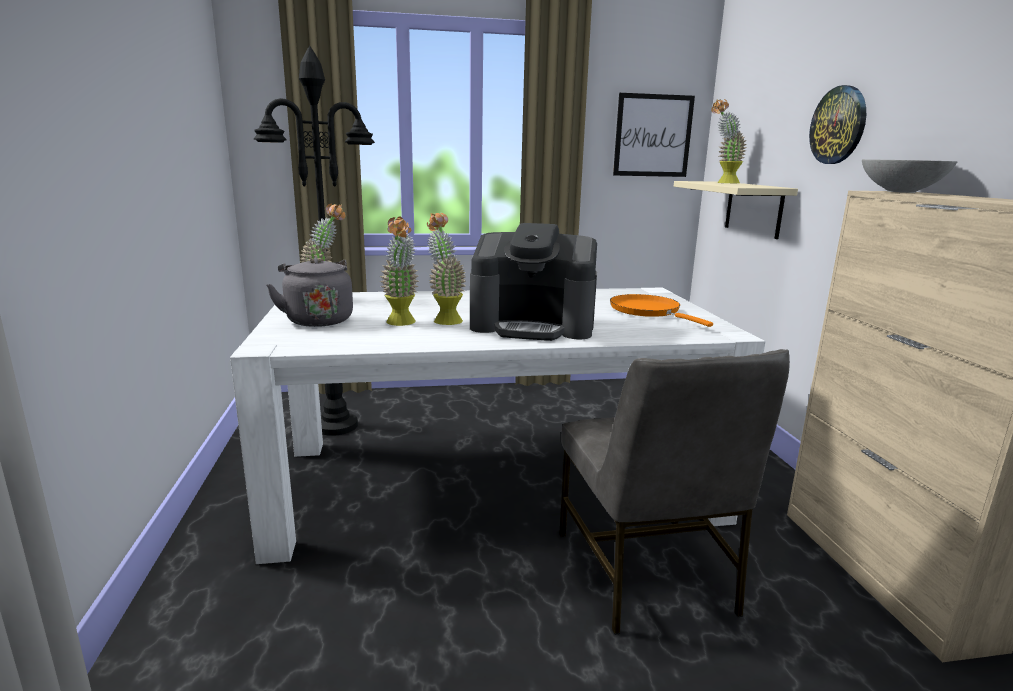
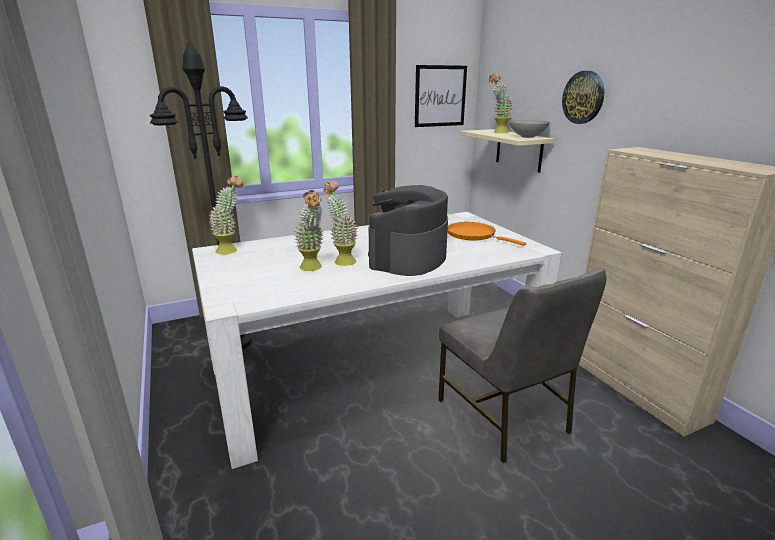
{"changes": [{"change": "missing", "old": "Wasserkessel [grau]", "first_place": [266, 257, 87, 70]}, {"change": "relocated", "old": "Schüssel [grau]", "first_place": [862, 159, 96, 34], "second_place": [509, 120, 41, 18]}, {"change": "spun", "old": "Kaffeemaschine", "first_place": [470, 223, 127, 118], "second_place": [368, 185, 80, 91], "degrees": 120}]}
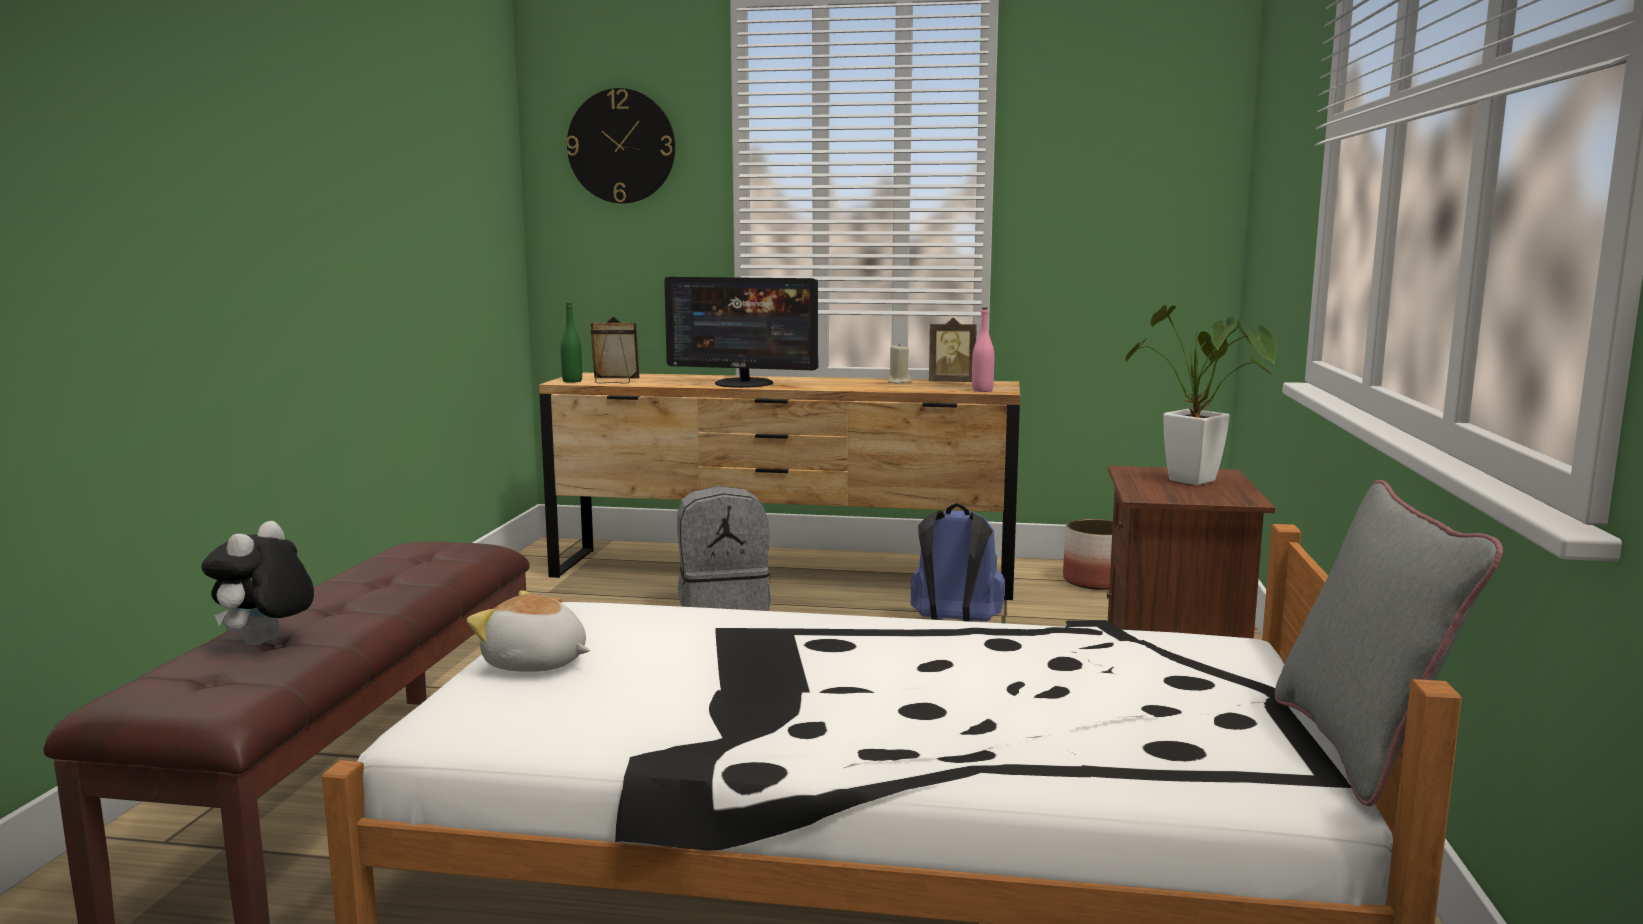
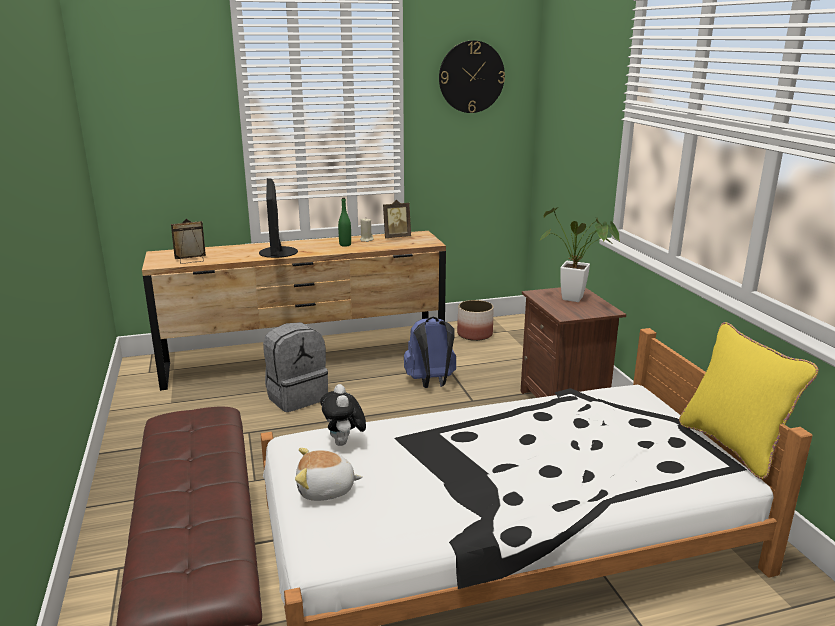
{"changes": [{"change": "missing", "old": "Flasche [rosa]", "first_place": [972, 308, 22, 84]}, {"change": "relocated", "old": "Plüschtier", "first_place": [202, 521, 112, 124], "second_place": [320, 384, 46, 62]}, {"change": "relocated", "old": "Flasche [grün]", "first_place": [561, 303, 21, 80], "second_place": [338, 198, 13, 49]}, {"change": "relocated", "old": "Wanduhr", "first_place": [566, 88, 109, 116], "second_place": [439, 40, 66, 73]}, {"change": "colour", "old": "Kissen [grau]", "new": "Kissen [gelb]", "first_place": [1275, 480, 228, 327], "second_place": [679, 322, 140, 157]}, {"change": "spun", "old": "Monitor", "first_place": [664, 277, 155, 111], "second_place": [259, 178, 39, 80], "degrees": 90}]}
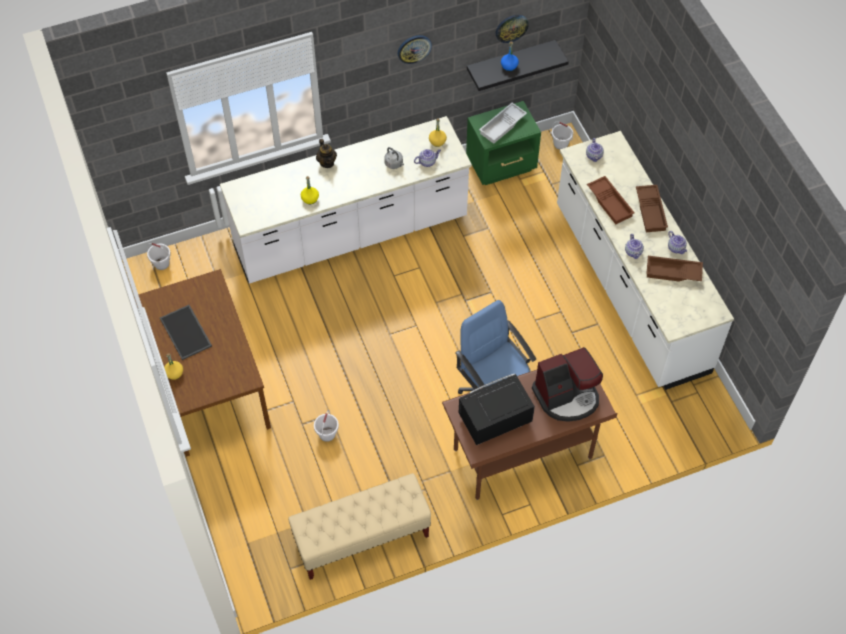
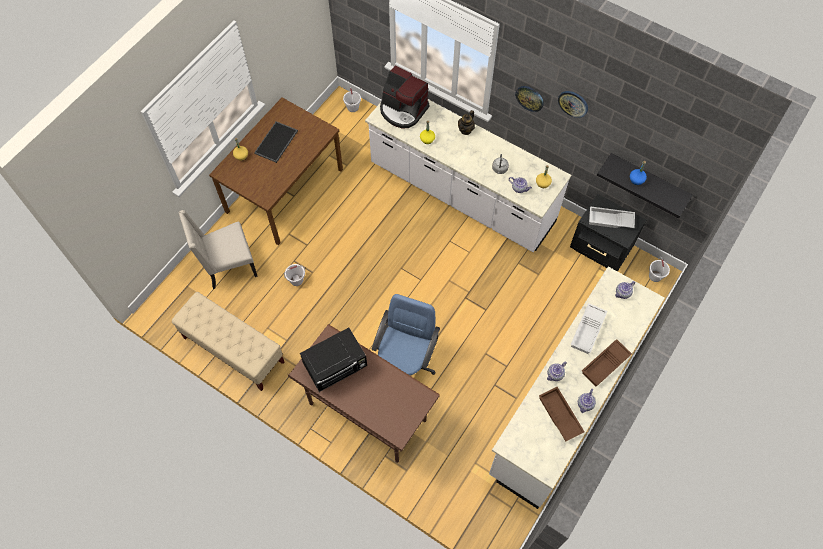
{"changes": [{"change": "appeared", "new": "Stuhl [beige]", "second_place": [178, 210, 80, 79]}, {"change": "relocated", "old": "Wanduhr", "first_place": [496, 15, 33, 28], "second_place": [515, 86, 29, 26]}, {"change": "relocated", "old": "Kaffeemaschine", "first_place": [532, 347, 71, 75], "second_place": [380, 66, 49, 62]}, {"change": "colour", "old": "Nachttisch [grün]", "new": "Nachttisch [schwarz]", "first_place": [466, 101, 75, 84], "second_place": [570, 194, 76, 78]}, {"change": "colour", "old": "Tablett [braun]", "new": "Tablett [weiß]", "first_place": [587, 176, 48, 48], "second_place": [571, 303, 36, 51]}, {"change": "spun", "old": "Mikrowelle [schwarz]", "first_place": [459, 374, 76, 71], "second_place": [300, 328, 67, 64], "degrees": 120}]}
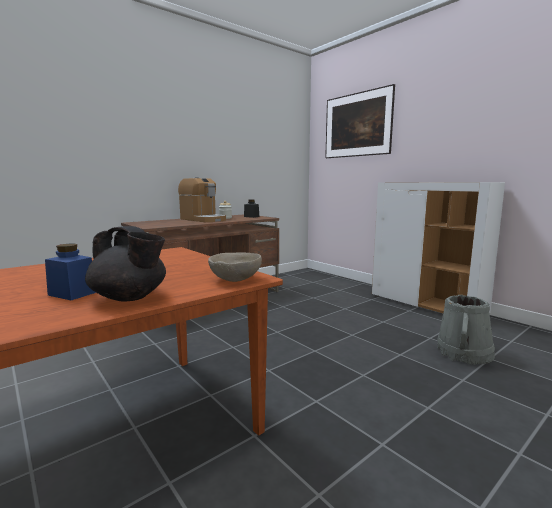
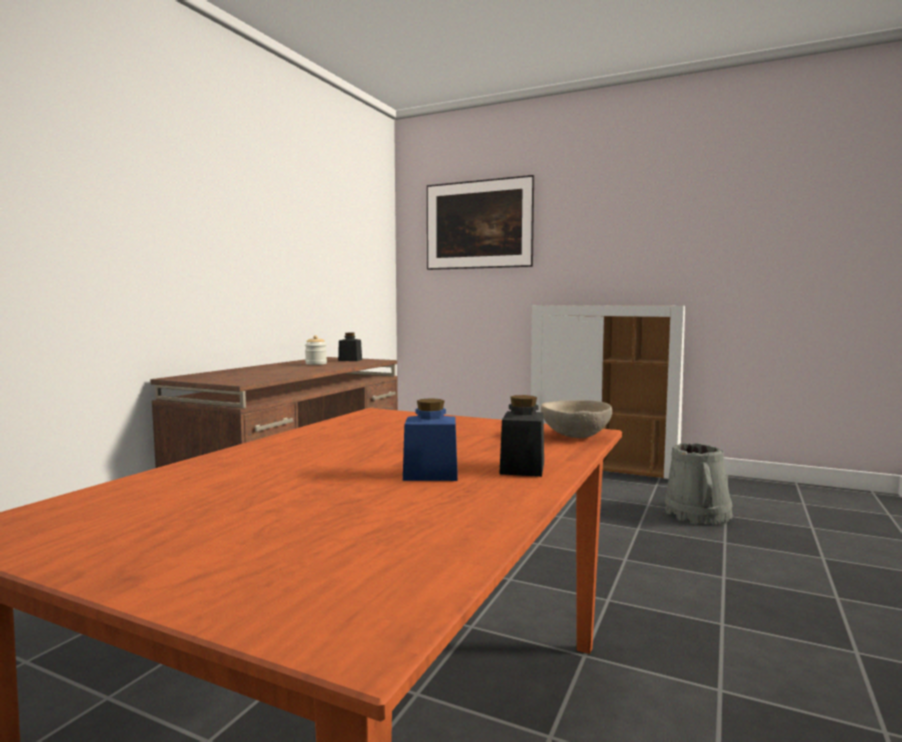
{"changes": [{"change": "missing", "old": "Kaffeemaschine", "first_place": [178, 177, 48, 45]}, {"change": "exchanged", "old": "Teekanne [schwarz]", "new": "Vorratsglas [schwarz]", "first_place": [85, 226, 81, 76], "second_place": [499, 395, 45, 82]}]}
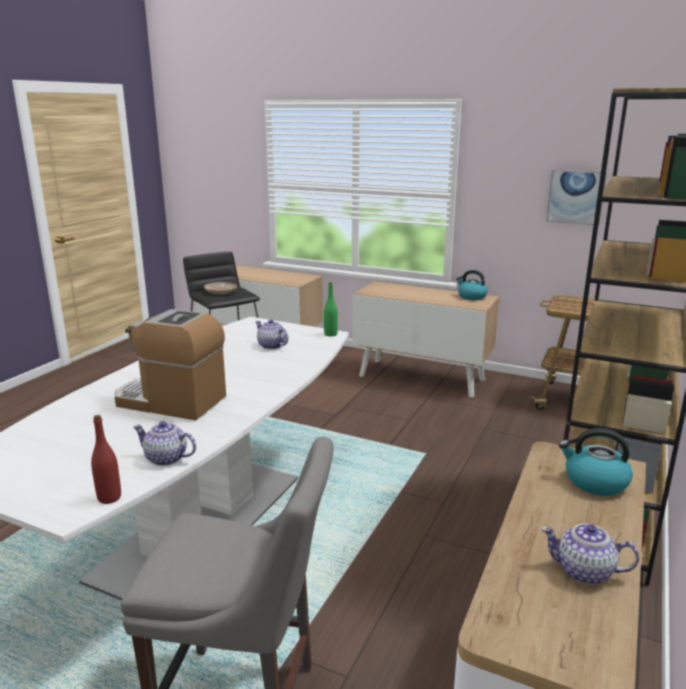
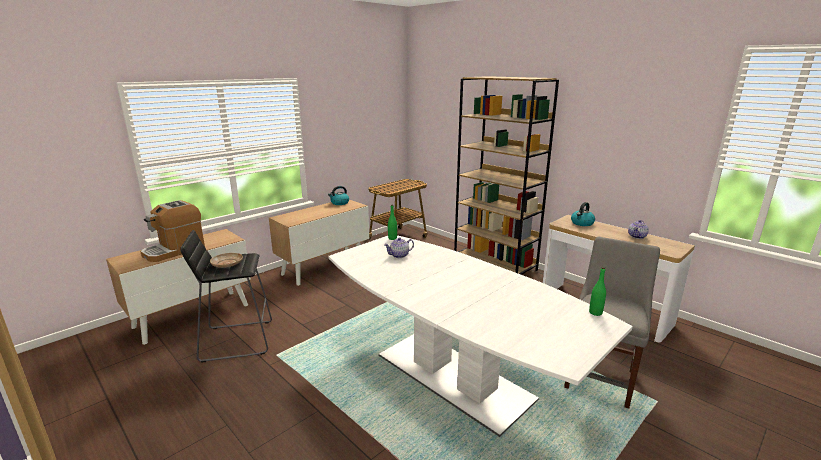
{"changes": [{"change": "missing", "old": "Teekanne", "first_place": [133, 421, 63, 45]}, {"change": "missing", "old": "Bild", "first_place": [546, 170, 61, 55]}, {"change": "relocated", "old": "Kaffeemaschine", "first_place": [115, 309, 111, 111], "second_place": [141, 200, 64, 62]}, {"change": "colour", "old": "Flasche [rot]", "new": "Flasche [grün]", "first_place": [91, 415, 30, 89], "second_place": [589, 267, 17, 49]}]}
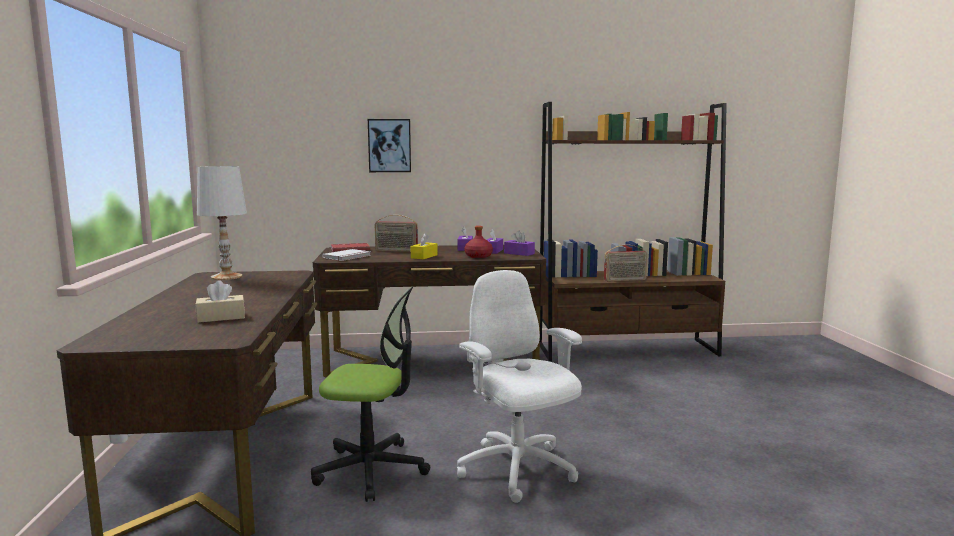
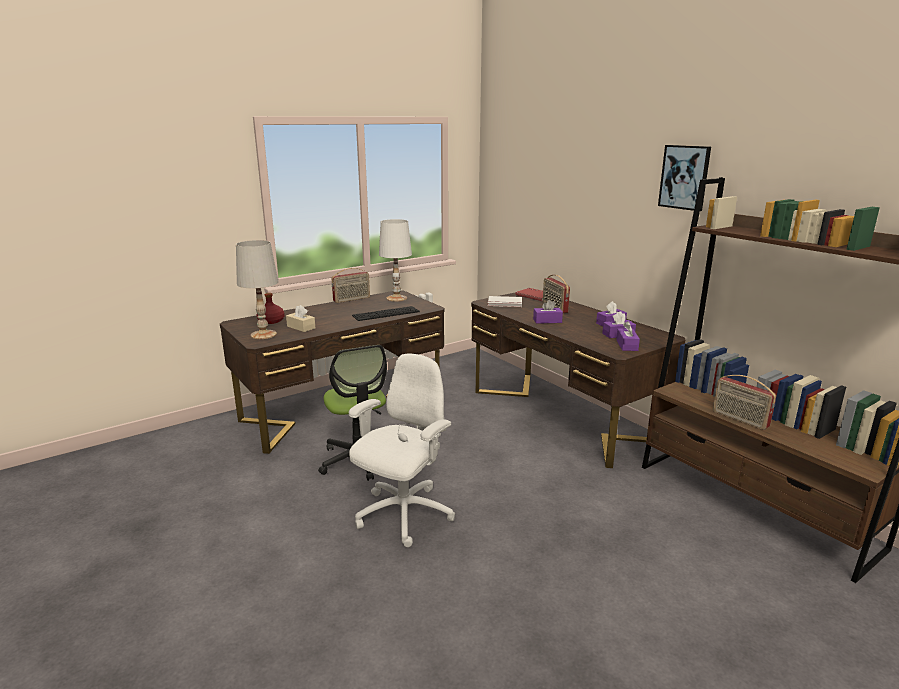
{"changes": [{"change": "appeared", "new": "Tischlampe [weiß]", "second_place": [236, 240, 42, 99]}, {"change": "appeared", "new": "Radio", "second_place": [331, 268, 39, 35]}, {"change": "appeared", "new": "Tastatur", "second_place": [352, 306, 68, 15]}, {"change": "relocated", "old": "Bild", "first_place": [368, 119, 43, 53], "second_place": [658, 145, 53, 66]}, {"change": "relocated", "old": "Flasche [rot]", "first_place": [465, 226, 28, 32], "second_place": [257, 293, 28, 31]}, {"change": "colour", "old": "Taschentuchbox [gelb]", "new": "Taschentuchbox [lila]", "first_place": [411, 233, 27, 26], "second_place": [533, 300, 30, 24]}]}
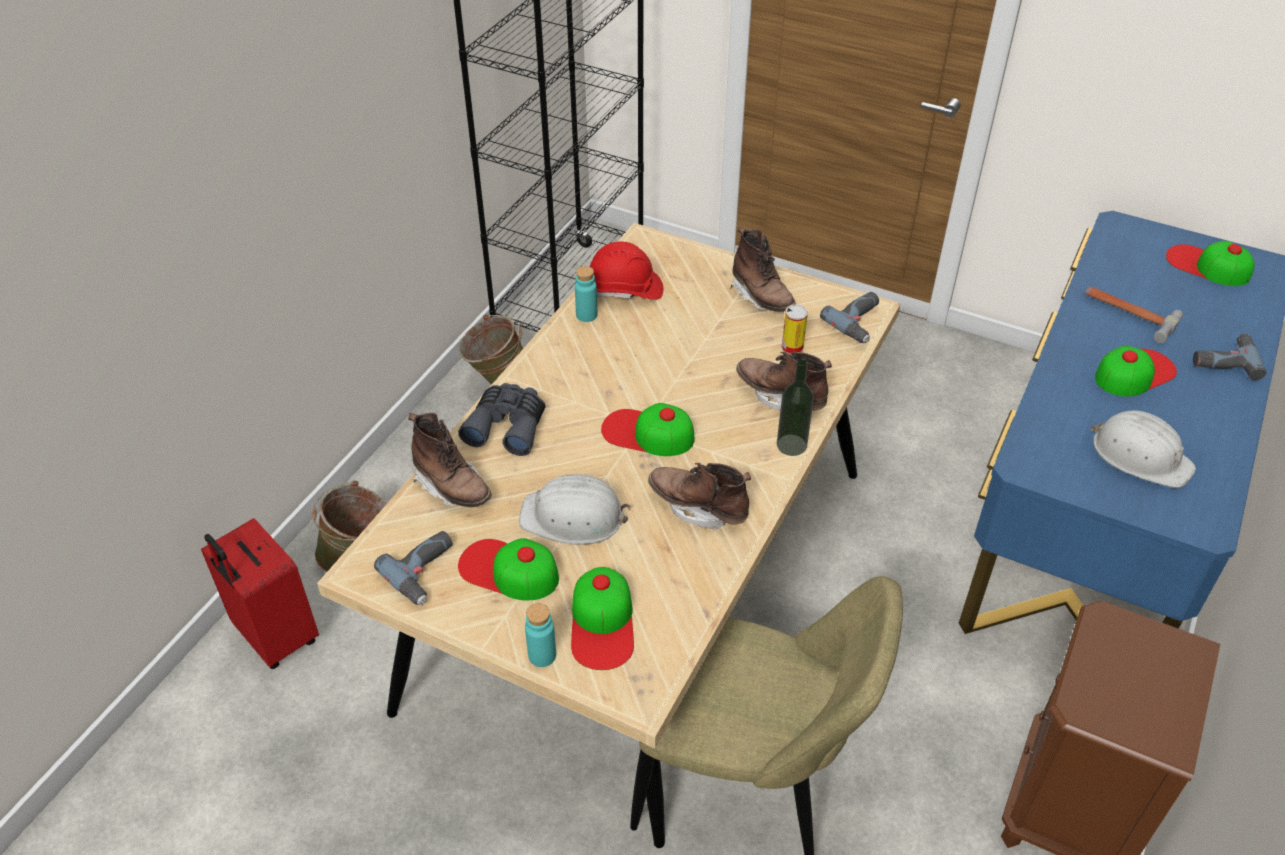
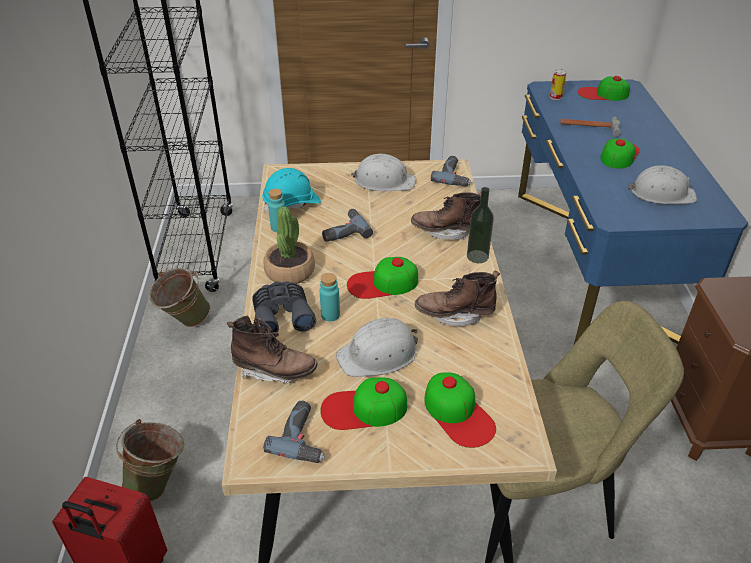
{"changes": [{"change": "appeared", "new": "Topfpflanze", "second_place": [264, 206, 51, 78]}, {"change": "relocated", "old": "Flasche [türkis]", "first_place": [525, 603, 31, 64], "second_place": [320, 273, 20, 48]}, {"change": "relocated", "old": "Dose", "first_place": [782, 304, 26, 51], "second_place": [550, 69, 17, 31]}, {"change": "relocated", "old": "Bohrmaschine", "first_place": [1193, 333, 74, 47], "second_place": [322, 209, 51, 33]}, {"change": "exchanged", "old": "Stiefel [braun]", "new": "Schutzhelm [weiß]", "first_place": [731, 227, 65, 85], "second_place": [351, 154, 65, 37]}, {"change": "colour", "old": "Schutzhelm [rot]", "new": "Schutzhelm [türkis]", "first_place": [590, 241, 73, 59], "second_place": [262, 168, 59, 46]}]}
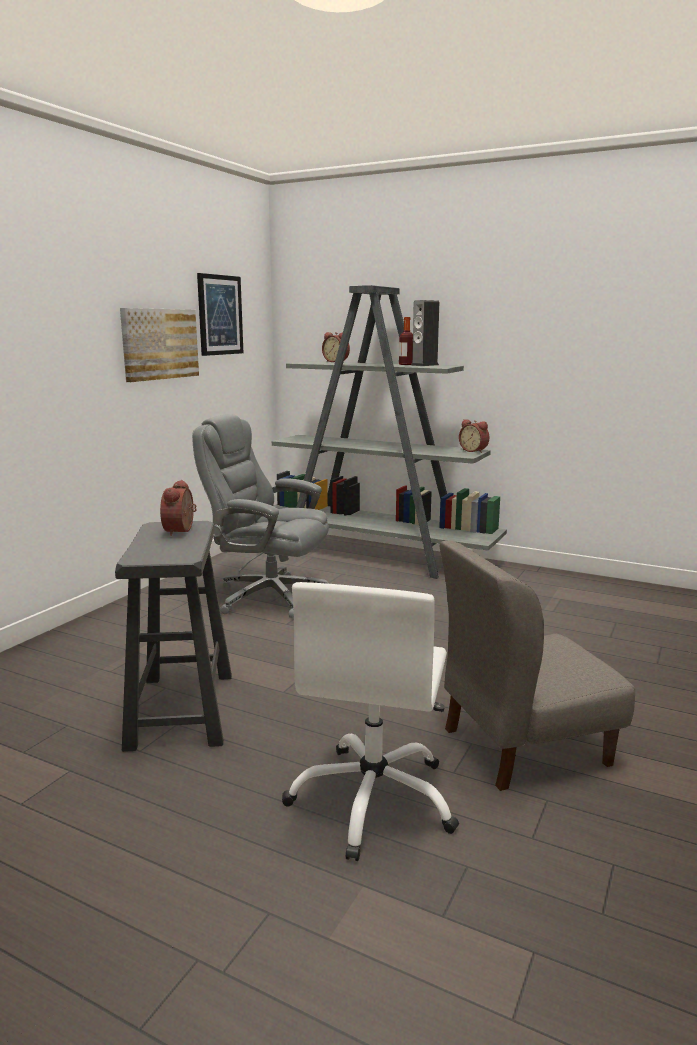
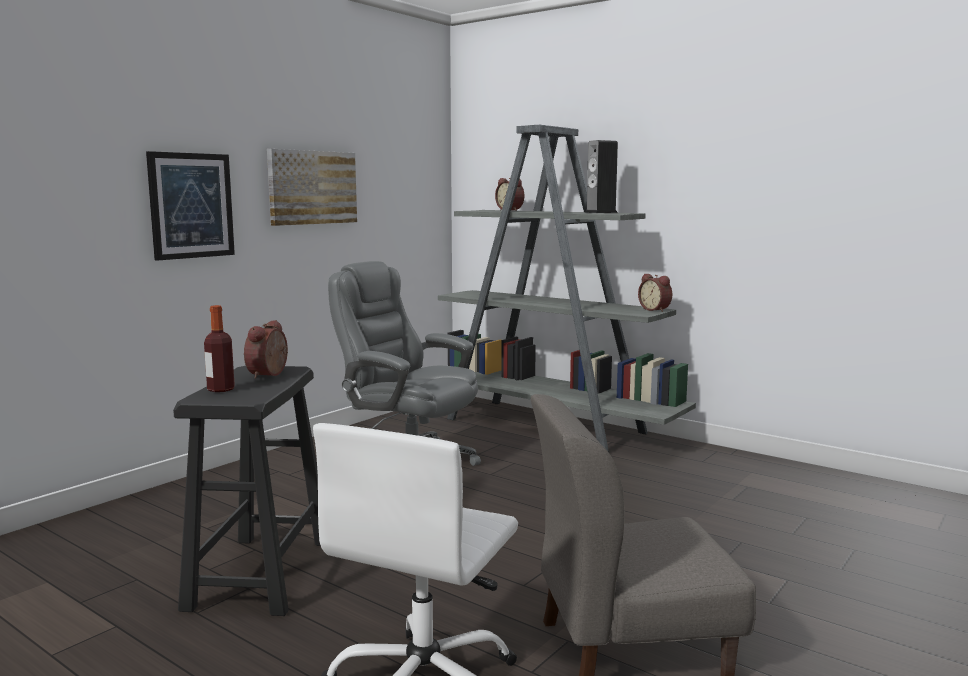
{"changes": [{"change": "relocated", "old": "Bild", "first_place": [197, 273, 46, 83], "second_place": [146, 151, 89, 110]}, {"change": "relocated", "old": "Flasche", "first_place": [399, 317, 14, 48], "second_place": [204, 305, 31, 87]}]}
